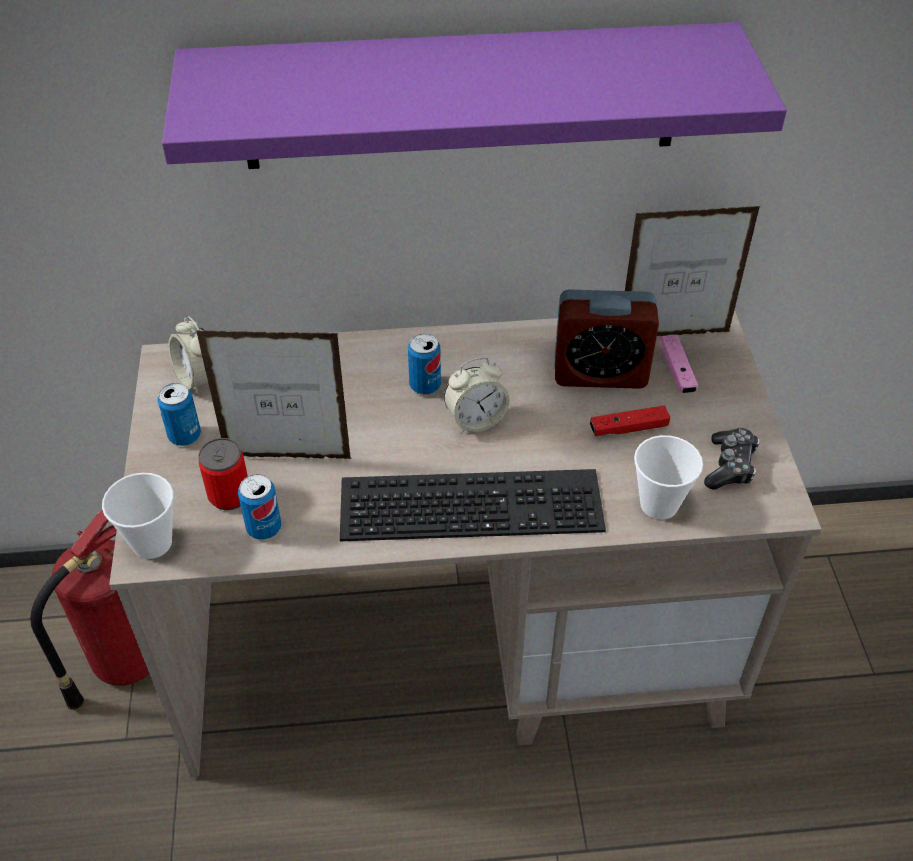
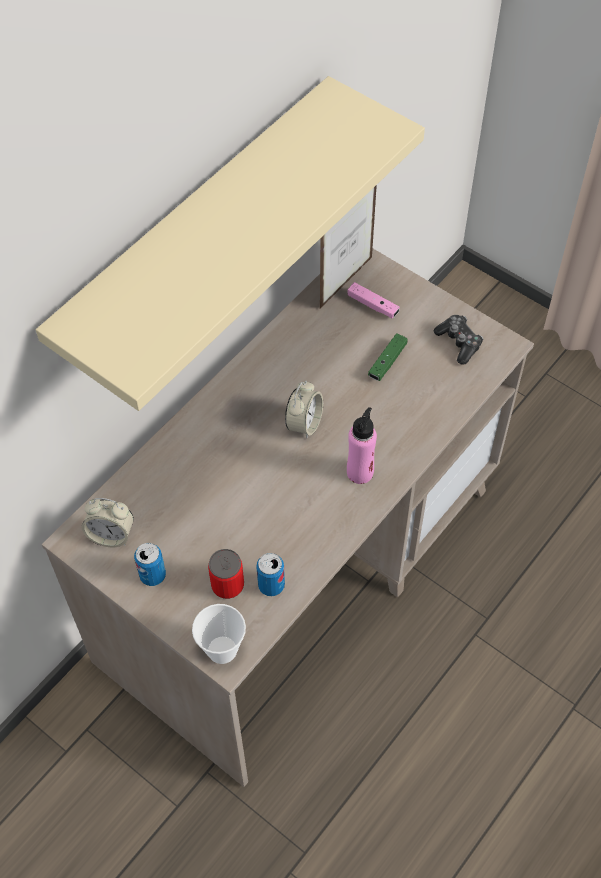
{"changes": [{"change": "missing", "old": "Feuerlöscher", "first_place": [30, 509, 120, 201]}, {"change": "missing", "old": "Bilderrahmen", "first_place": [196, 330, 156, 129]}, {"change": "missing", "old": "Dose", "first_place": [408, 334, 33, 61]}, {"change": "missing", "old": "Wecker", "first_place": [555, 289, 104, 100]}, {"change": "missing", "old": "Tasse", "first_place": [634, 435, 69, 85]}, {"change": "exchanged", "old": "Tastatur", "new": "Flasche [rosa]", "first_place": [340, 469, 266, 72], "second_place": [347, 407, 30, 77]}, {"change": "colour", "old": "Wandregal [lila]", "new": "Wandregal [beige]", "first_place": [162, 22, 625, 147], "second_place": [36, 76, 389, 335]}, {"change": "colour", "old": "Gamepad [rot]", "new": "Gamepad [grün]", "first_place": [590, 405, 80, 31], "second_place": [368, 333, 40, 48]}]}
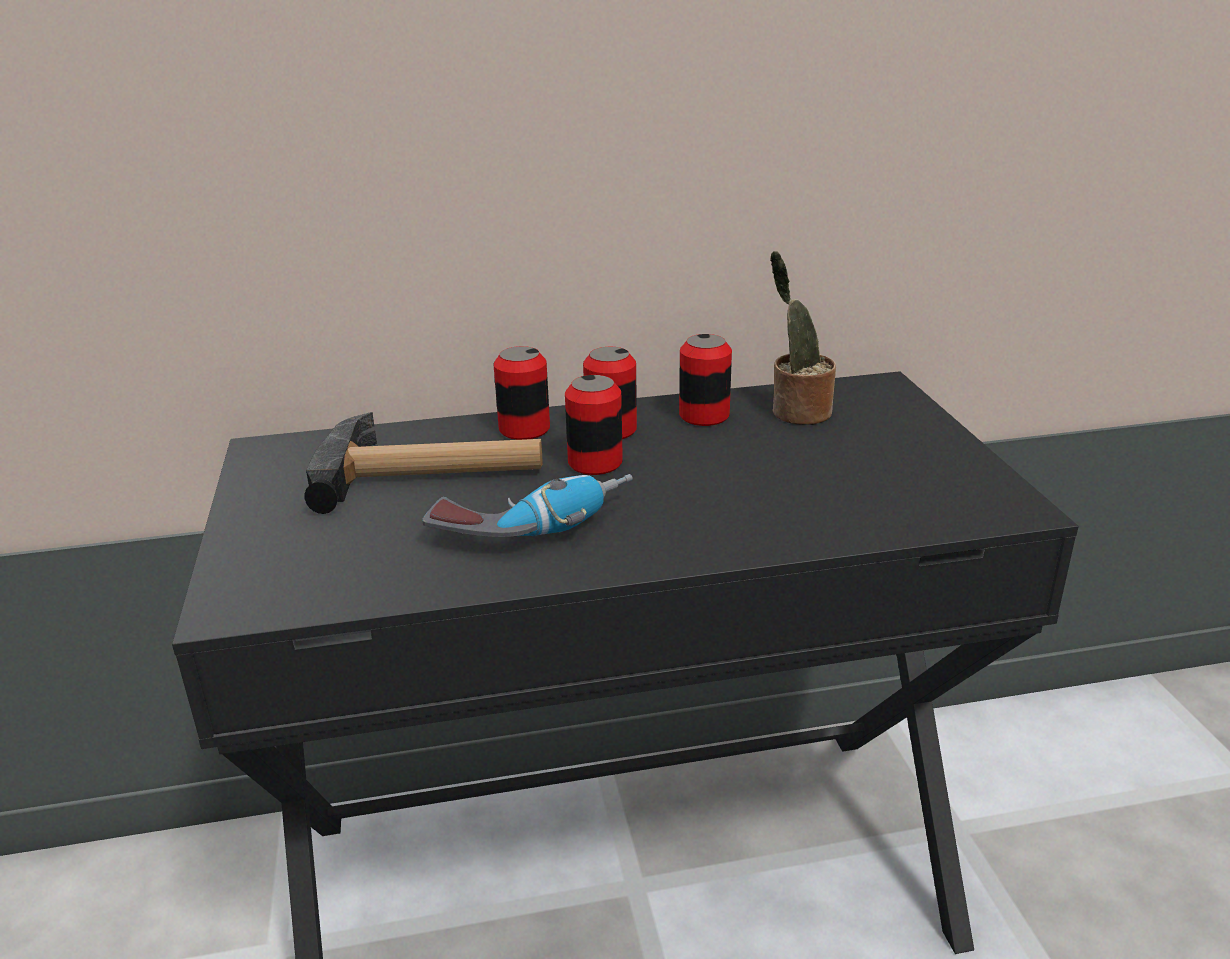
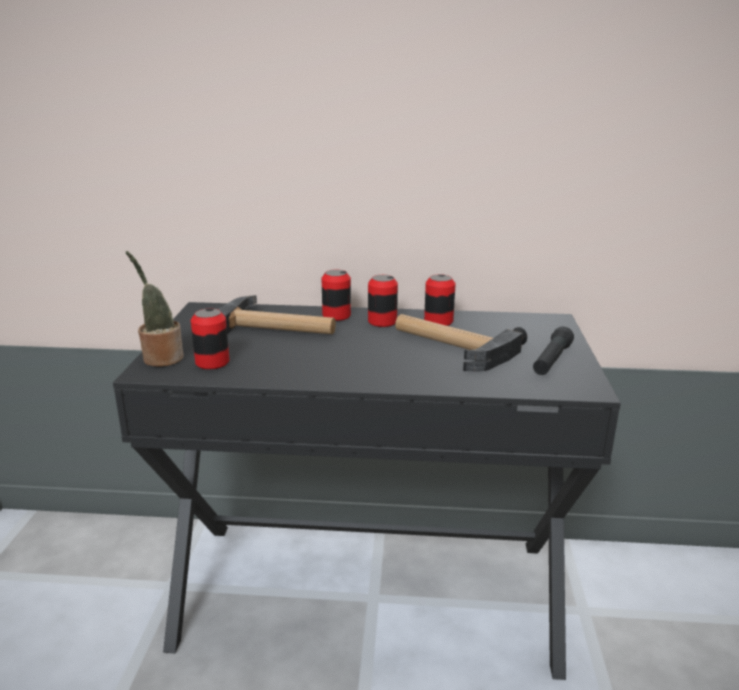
{"changes": [{"change": "missing", "old": "Bohrmaschine", "first_place": [422, 474, 211, 63]}, {"change": "appeared", "new": "Hammer", "second_place": [395, 314, 132, 57]}, {"change": "appeared", "new": "Taschenlampe [schwarz]", "second_place": [533, 327, 41, 48]}, {"change": "relocated", "old": "Dose", "first_place": [565, 375, 58, 100], "second_place": [191, 309, 38, 60]}, {"change": "relocated", "old": "Topfpflanze", "first_place": [771, 251, 65, 174], "second_place": [126, 251, 58, 116]}]}
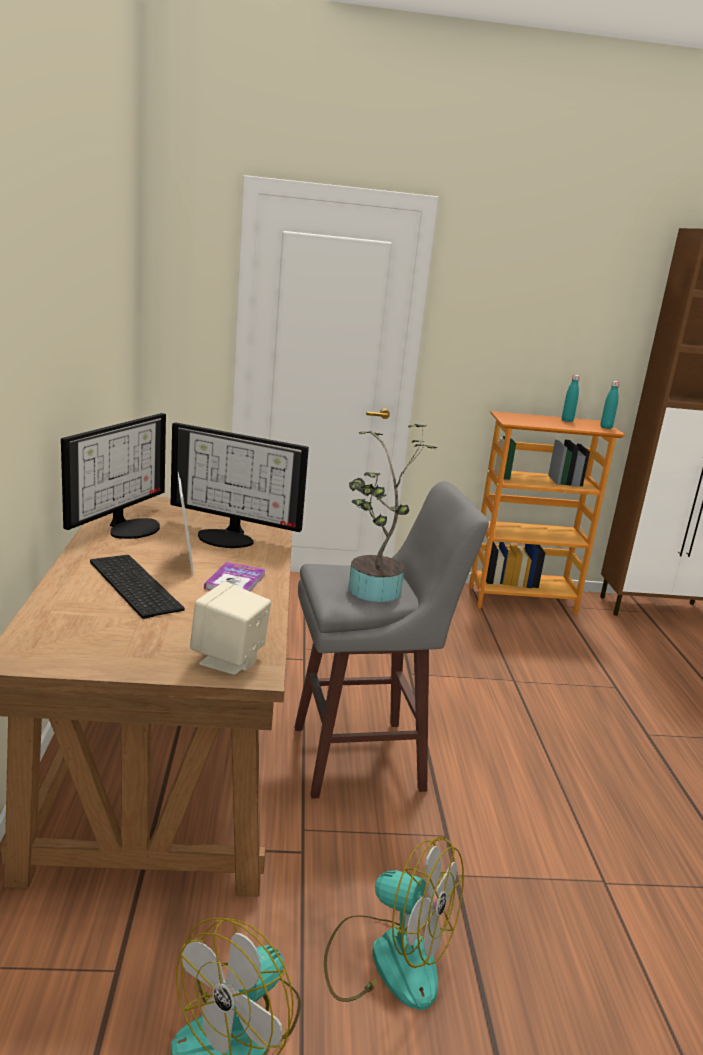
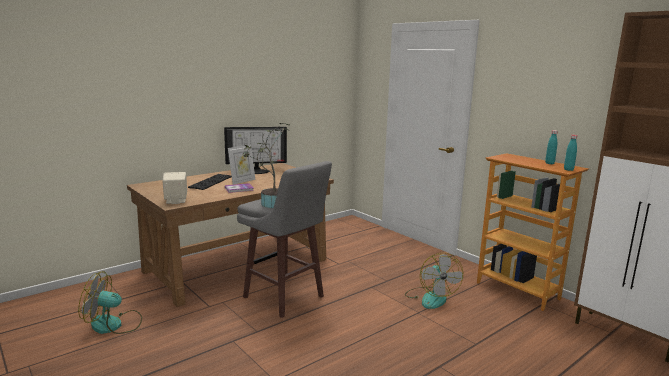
{"changes": [{"change": "missing", "old": "Monitor", "first_place": [171, 422, 138, 126]}, {"change": "relocated", "old": "Ventilator", "first_place": [324, 836, 140, 174], "second_place": [405, 253, 58, 56]}]}
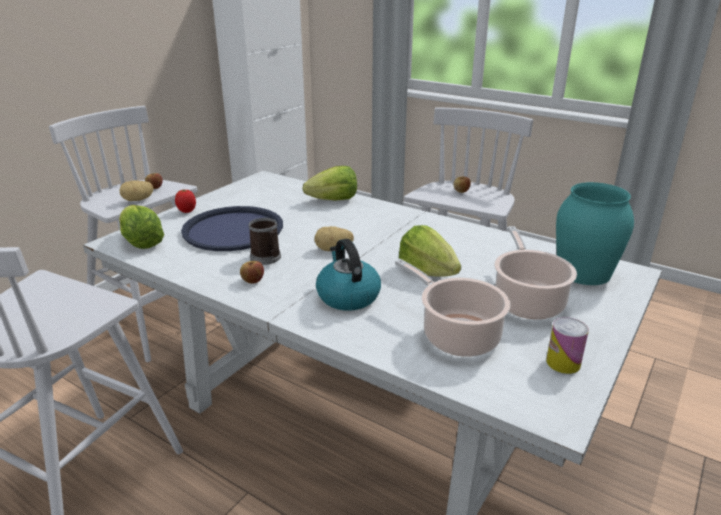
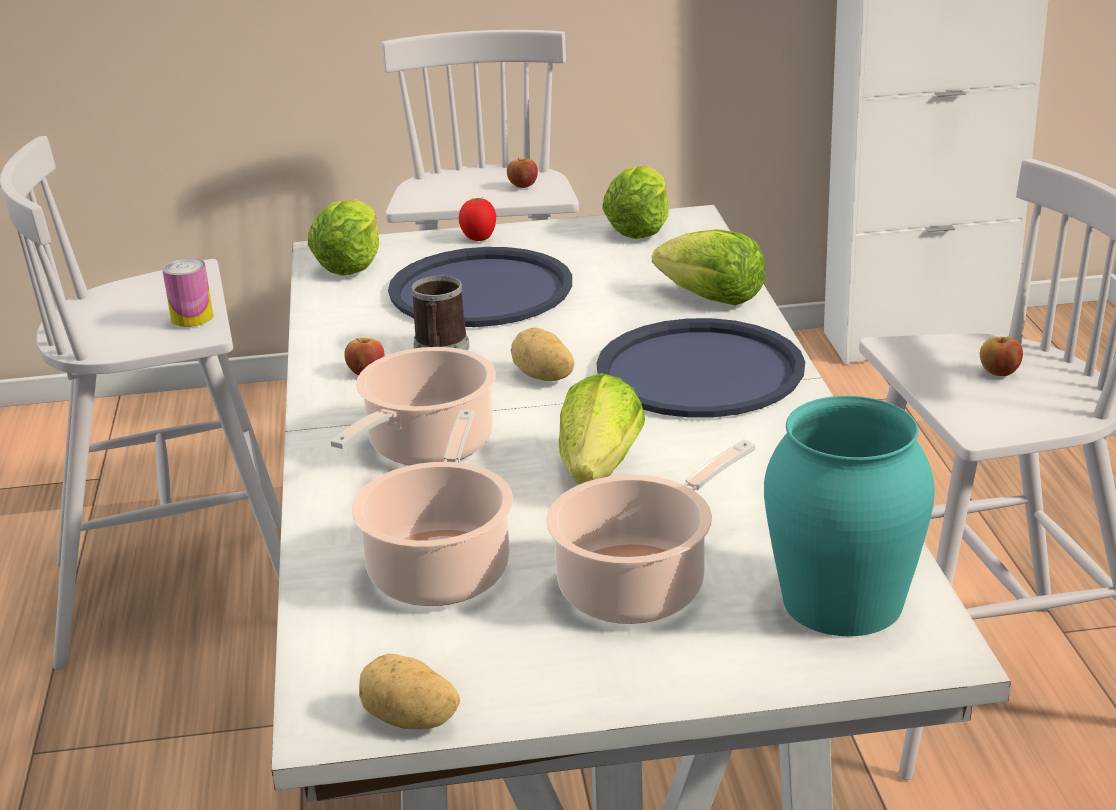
{"changes": [{"change": "appeared", "new": "Tablett [blau]", "second_place": [596, 318, 209, 99]}, {"change": "appeared", "new": "Salatkopf", "second_place": [602, 165, 67, 74]}, {"change": "relocated", "old": "Kartoffel", "first_place": [120, 180, 34, 21], "second_place": [359, 654, 101, 75]}, {"change": "relocated", "old": "Dose", "first_place": [546, 317, 43, 57], "second_place": [162, 258, 51, 69]}, {"change": "exchanged", "old": "Wasserkessel", "new": "Kochtopf", "first_place": [316, 239, 65, 72], "second_place": [330, 347, 166, 118]}]}
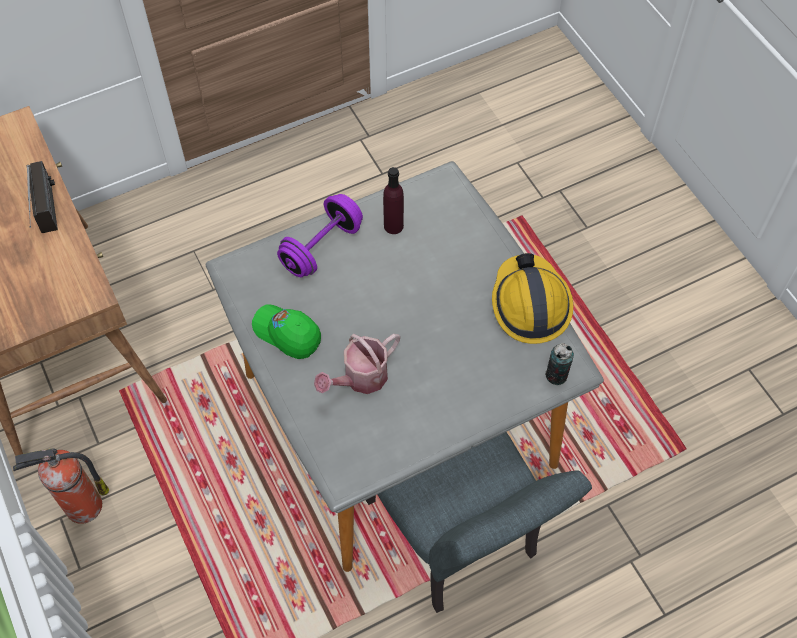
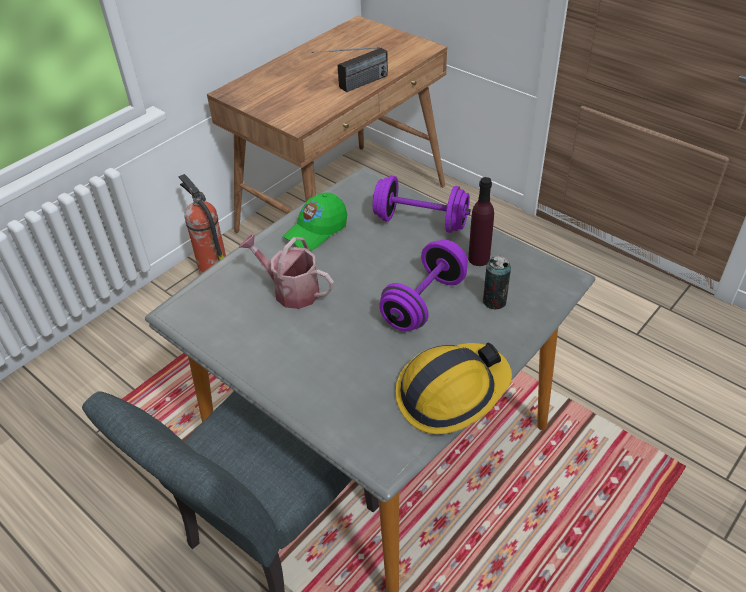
{"changes": [{"change": "appeared", "new": "Hantel [lila]", "second_place": [379, 240, 89, 91]}, {"change": "relocated", "old": "Dose", "first_place": [545, 343, 29, 42], "second_place": [483, 256, 28, 53]}, {"change": "spun", "old": "Kappe [grün]", "first_place": [252, 304, 69, 55], "second_place": [282, 193, 65, 57], "degrees": -150}]}
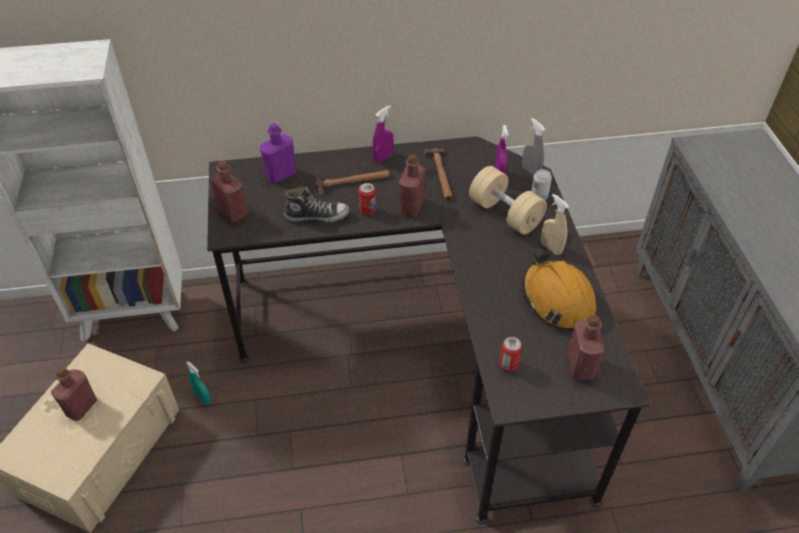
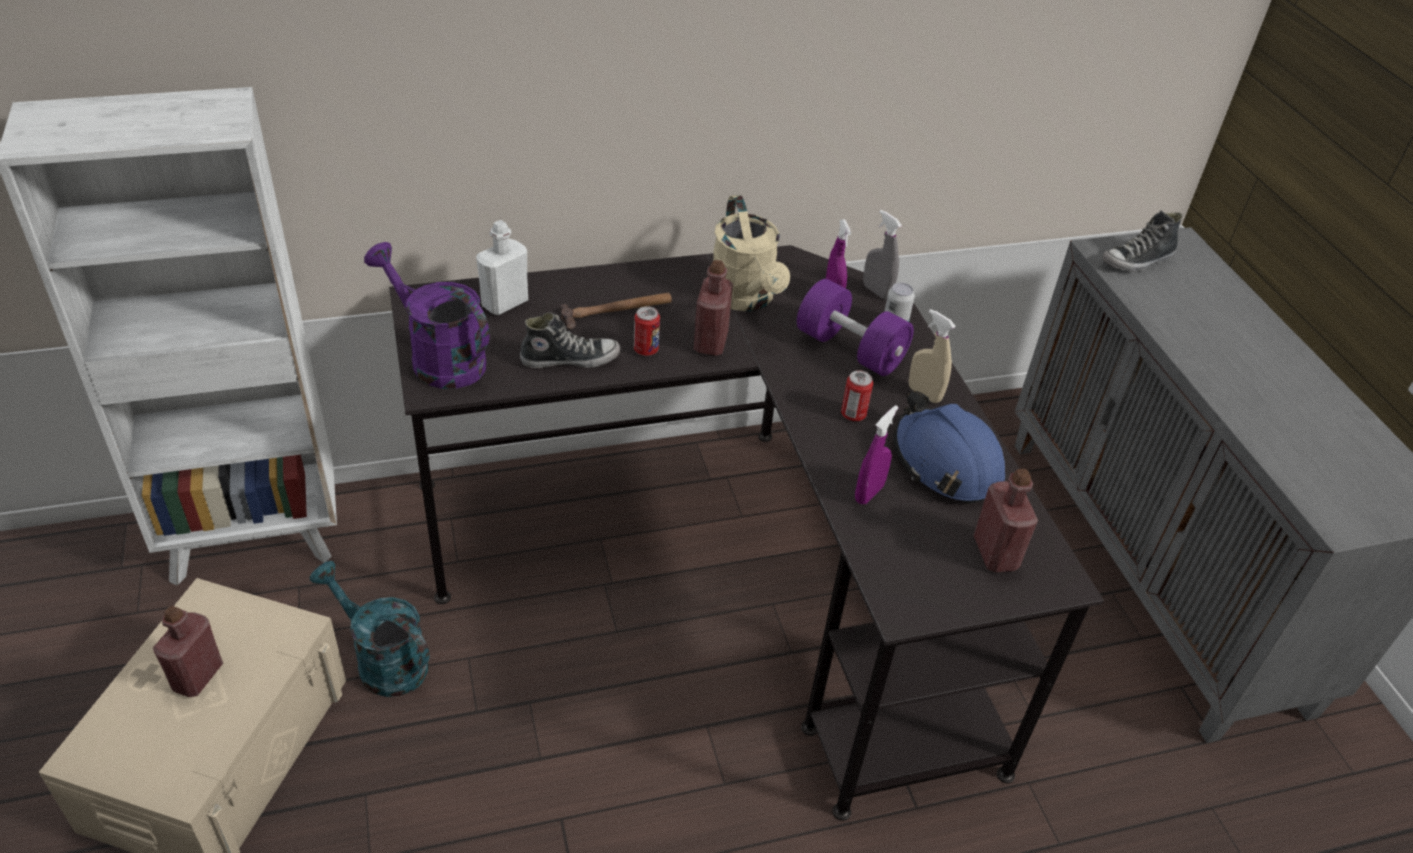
{"changes": [{"change": "appeared", "new": "Schuh", "second_place": [1102, 210, 81, 62]}, {"change": "relocated", "old": "Sprühflasche [lila]", "first_place": [372, 105, 22, 58], "second_place": [855, 405, 44, 100]}, {"change": "relocated", "old": "Dose", "first_place": [499, 337, 23, 35], "second_place": [841, 370, 32, 51]}, {"change": "exchanged", "old": "Sprühflasche [türkis]", "new": "Gießkanne [türkis]", "first_place": [186, 361, 25, 44], "second_place": [310, 561, 120, 136]}, {"change": "exchanged", "old": "Flasche [rot]", "new": "Gießkanne [lila]", "first_place": [210, 160, 38, 62], "second_place": [364, 242, 126, 147]}, {"change": "exchanged", "old": "Hammer", "new": "Gießkanne [beige]", "first_place": [424, 148, 28, 53], "second_place": [713, 195, 77, 116]}, {"change": "colour", "old": "Flasche [lila]", "new": "Flasche [weiß]", "first_place": [260, 123, 36, 60], "second_place": [476, 220, 52, 95]}, {"change": "colour", "old": "Hantel [beige]", "new": "Hantel [lila]", "first_place": [469, 166, 78, 69], "second_place": [797, 279, 117, 97]}, {"change": "colour", "old": "Schutzhelm [orange]", "new": "Schutzhelm [blau]", "first_place": [523, 249, 73, 81], "second_place": [893, 391, 112, 113]}]}
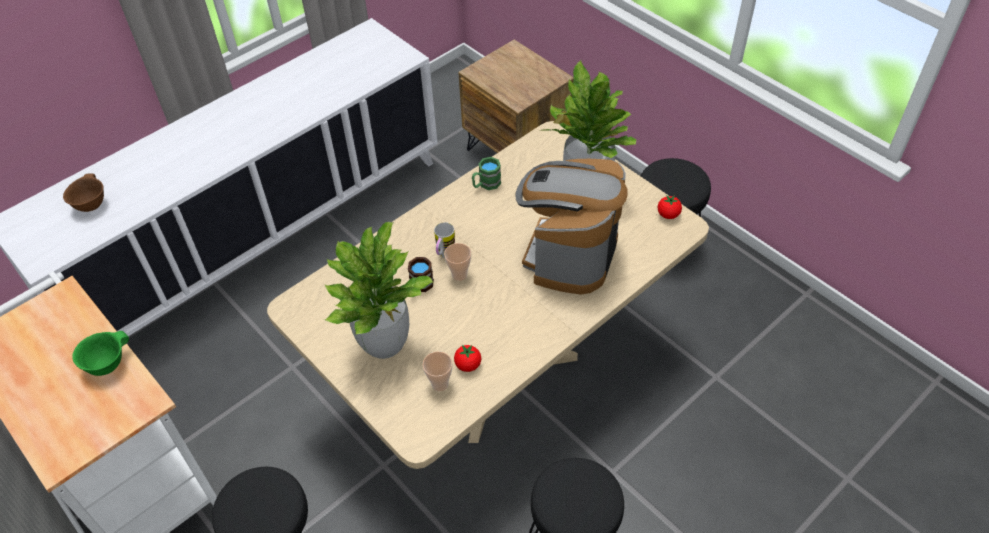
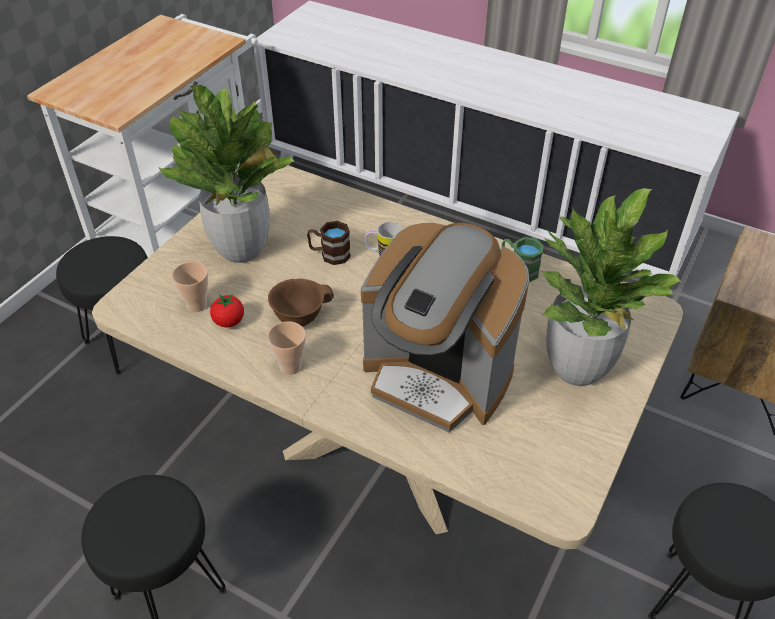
{"changes": [{"change": "missing", "old": "Schüssel [grün]", "first_place": [72, 331, 57, 45]}, {"change": "missing", "old": "Tomate", "first_place": [657, 195, 25, 24]}, {"change": "relocated", "old": "Schüssel [braun]", "first_place": [63, 173, 41, 39], "second_place": [268, 278, 66, 48]}, {"change": "relocated", "old": "Tasse", "first_place": [444, 243, 27, 38], "second_place": [267, 322, 39, 53]}, {"change": "spun", "old": "Kaffeemaschine", "first_place": [516, 159, 112, 135], "second_place": [361, 223, 168, 209], "degrees": -150}]}
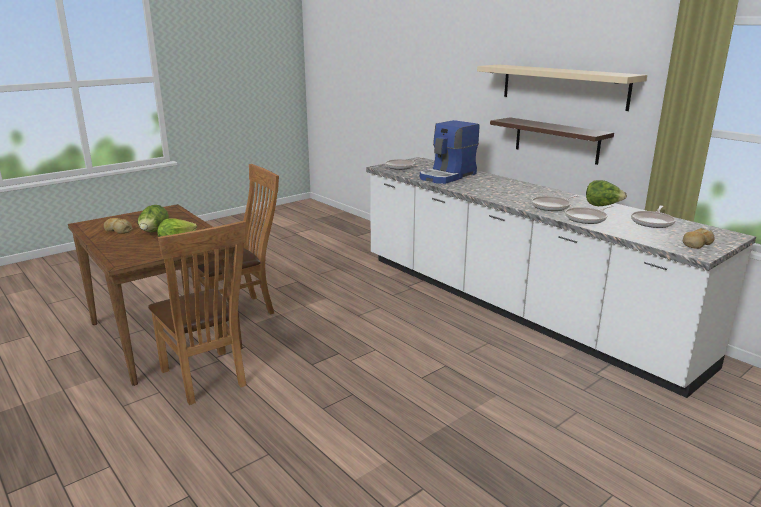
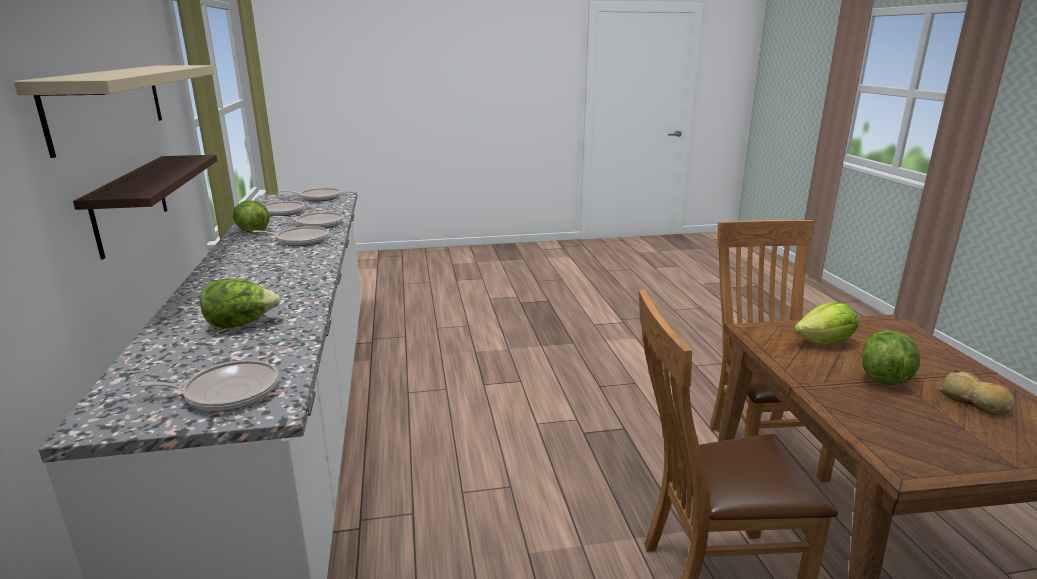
{"changes": [{"change": "exchanged", "old": "Kaffeemaschine", "new": "Salatkopf", "first_place": [420, 120, 60, 64], "second_place": [200, 278, 80, 51]}, {"change": "exchanged", "old": "Brot", "new": "Pfanne", "first_place": [683, 228, 32, 21], "second_place": [280, 188, 61, 13]}]}
